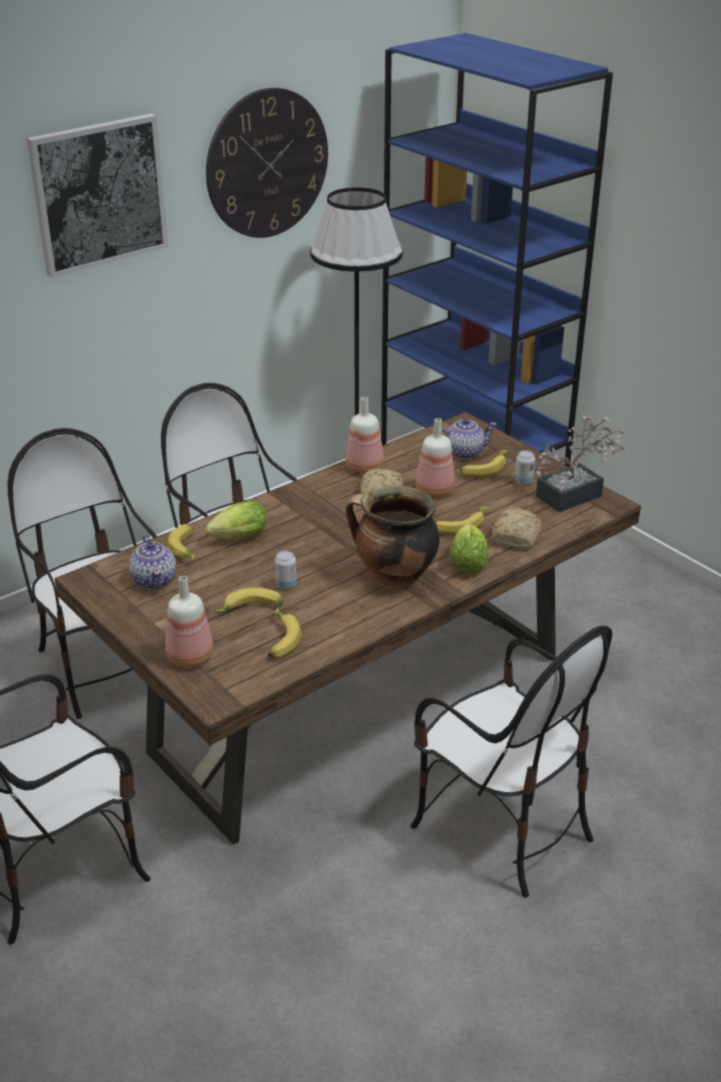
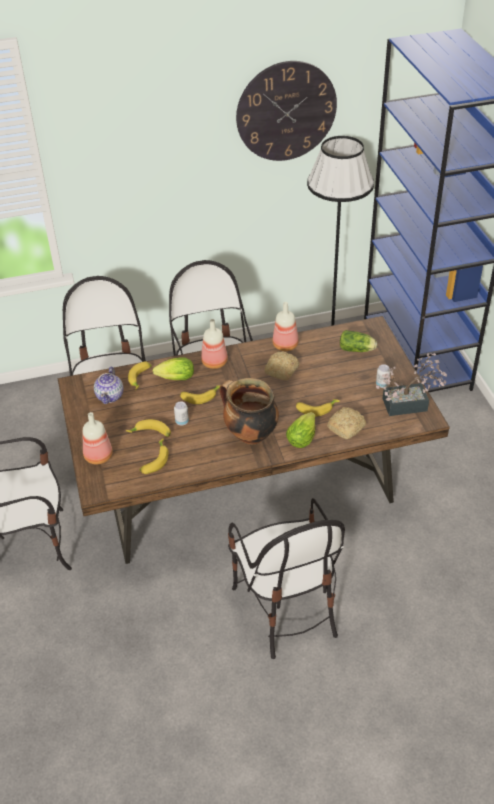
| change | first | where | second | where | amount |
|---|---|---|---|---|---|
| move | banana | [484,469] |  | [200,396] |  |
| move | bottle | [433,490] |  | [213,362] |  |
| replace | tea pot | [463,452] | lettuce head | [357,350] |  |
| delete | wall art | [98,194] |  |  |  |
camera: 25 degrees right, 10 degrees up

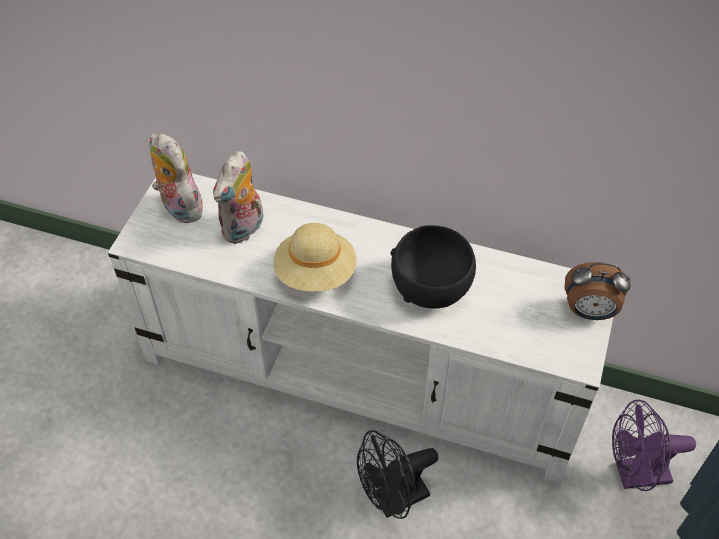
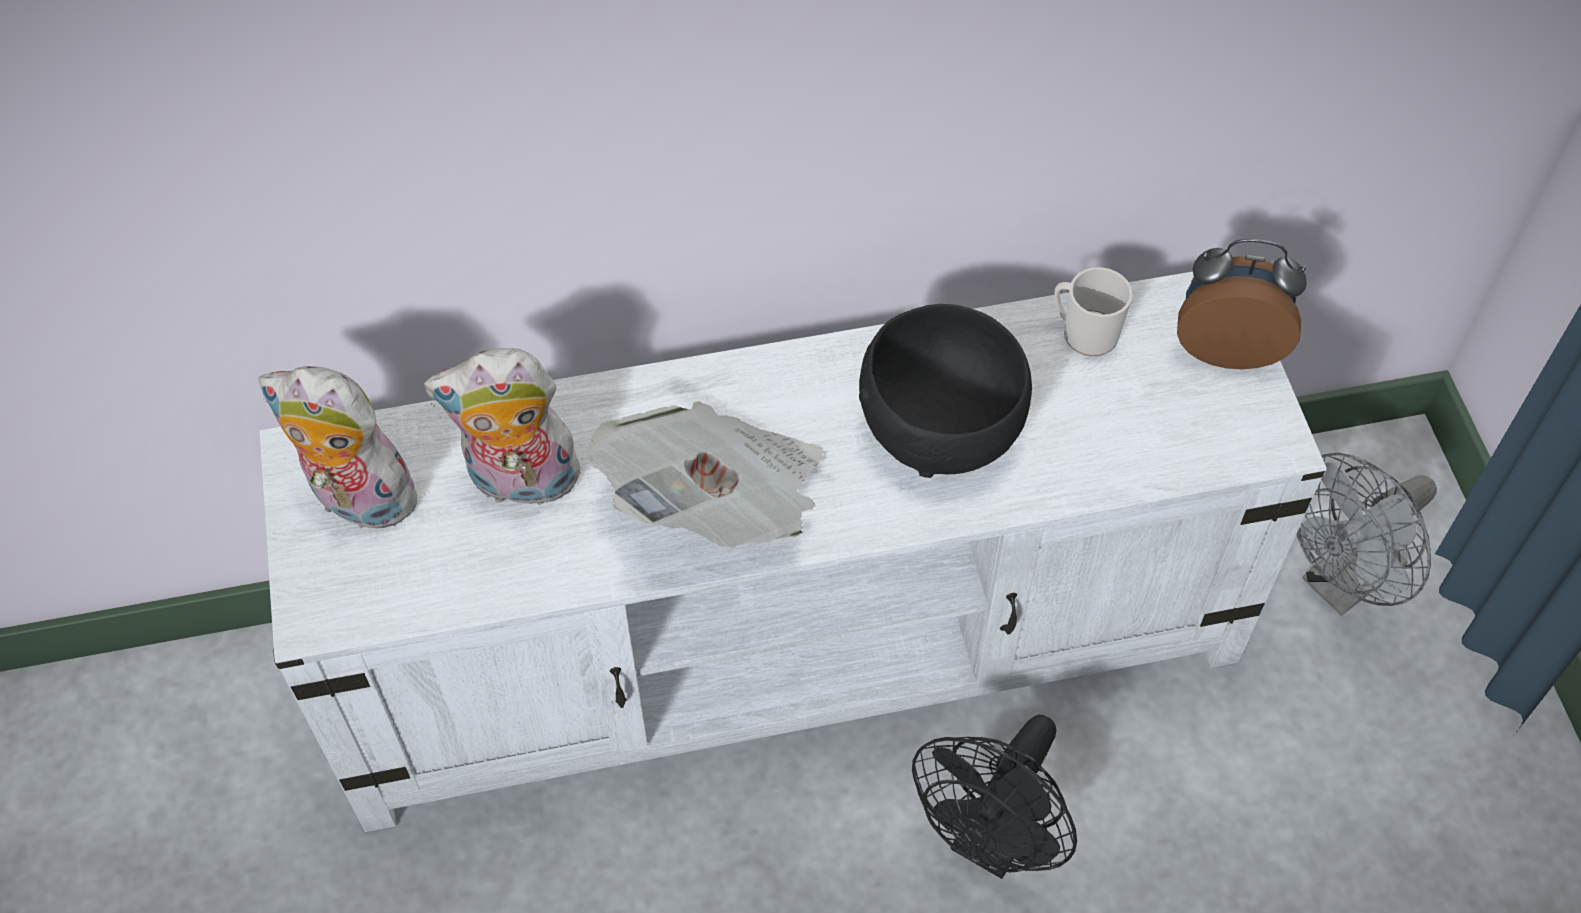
| change | first | where | second | where | amount |
|---|---|---|---|---|---|
| rotate | soft toy | [244,229] |  | [520,482] | 90 degrees clockwise |
| replace | beige wearable hat | [316,273] | daily paper | [718,503] |  |
| insert |  |  | coffee mug | [1084,333] |  |
| rotate | bedside clock | [589,312] |  | [1227,344] | 150 degrees counterclockwise |
| recolor | purplish fan | [634,475] | grey fan | [1342,584] |  |
camera: 30 degrees left, 5 degrees up

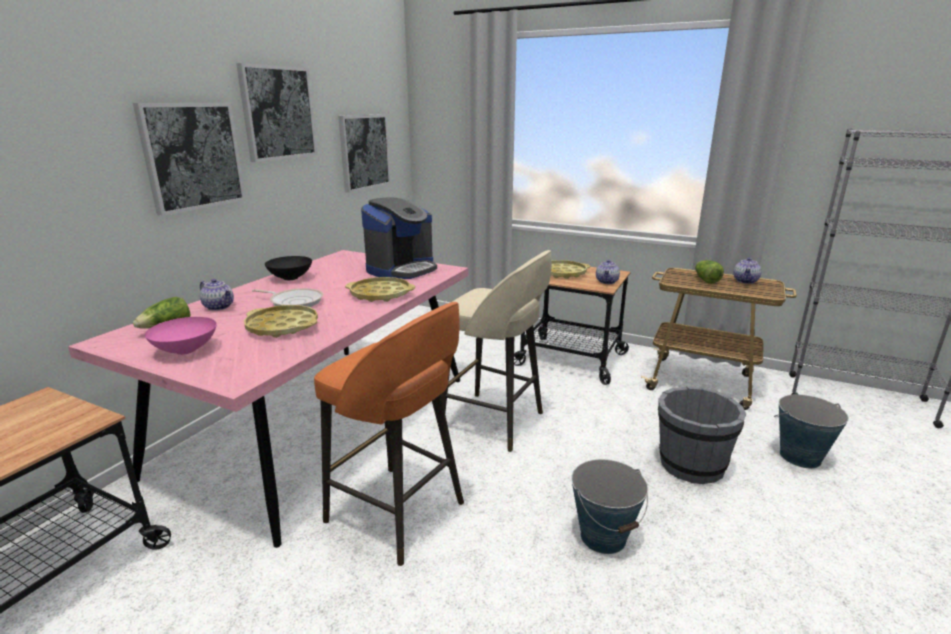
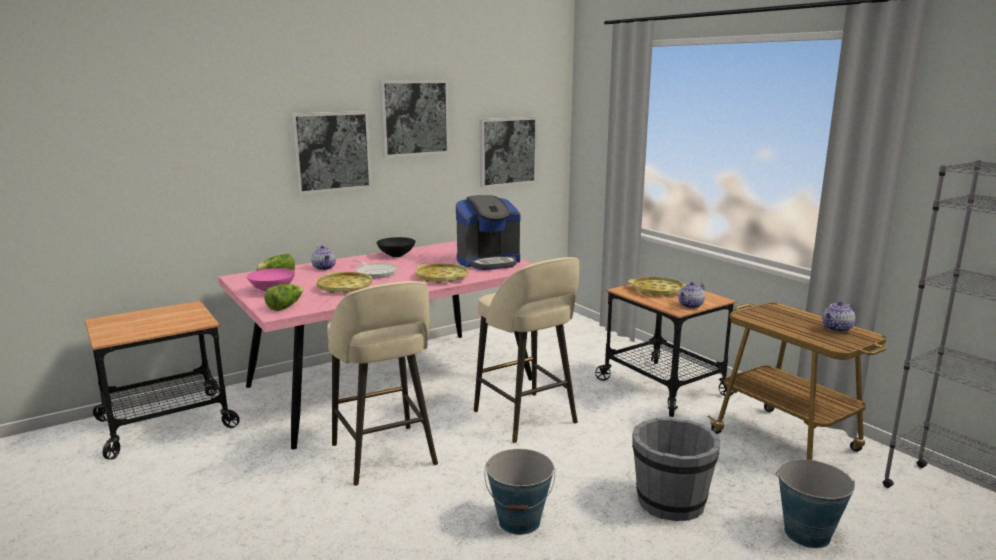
| change | first | where | second | where | amount |
|---|---|---|---|---|---|
| move | lettuce head | [705,280] |  | [285,306] |  |
| recolor | orange stool seat | [398,514] | beige stool seat | [384,456] |  |
camera: 30 degrees right, 5 degrees down

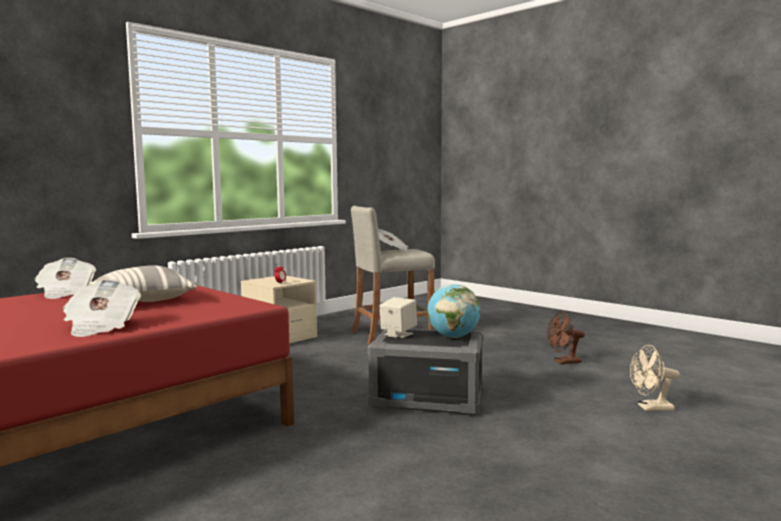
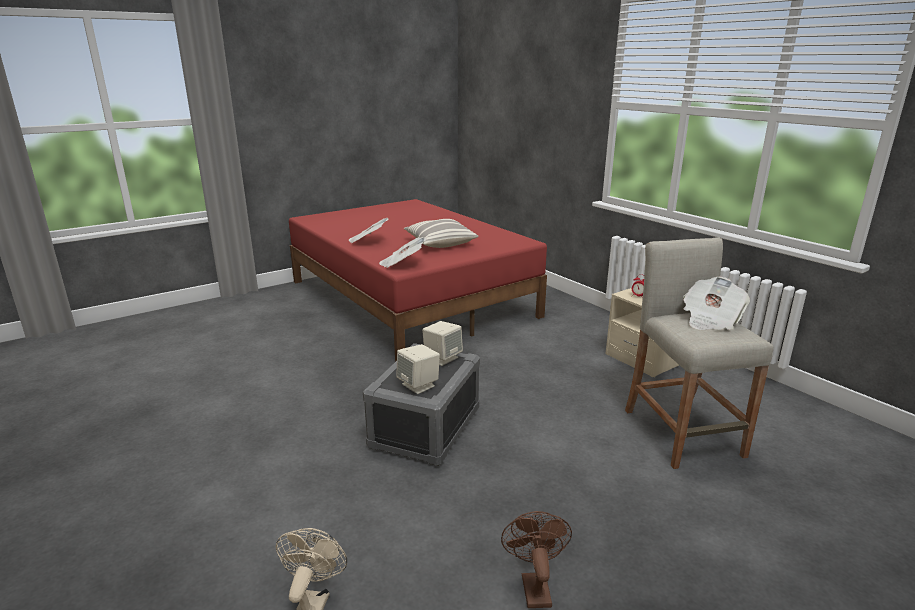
| change | first | where | second | where | amount |
|---|---|---|---|---|---|
| move | daily paper | [65,293] |  | [402,264] |  |
| replace | desk globe | [453,337] | beige audio speaker | [419,385] |  |
camera: 100 degrees right, 15 degrees up

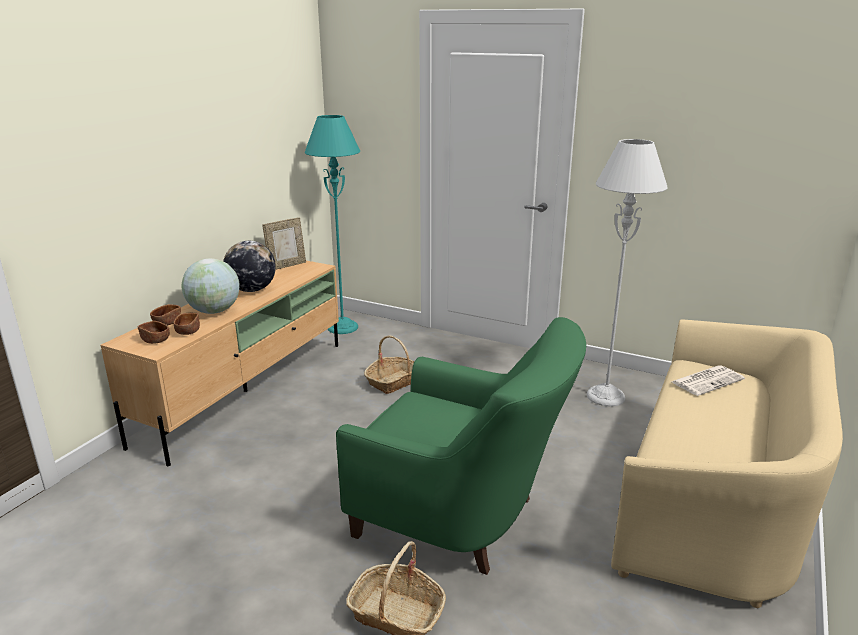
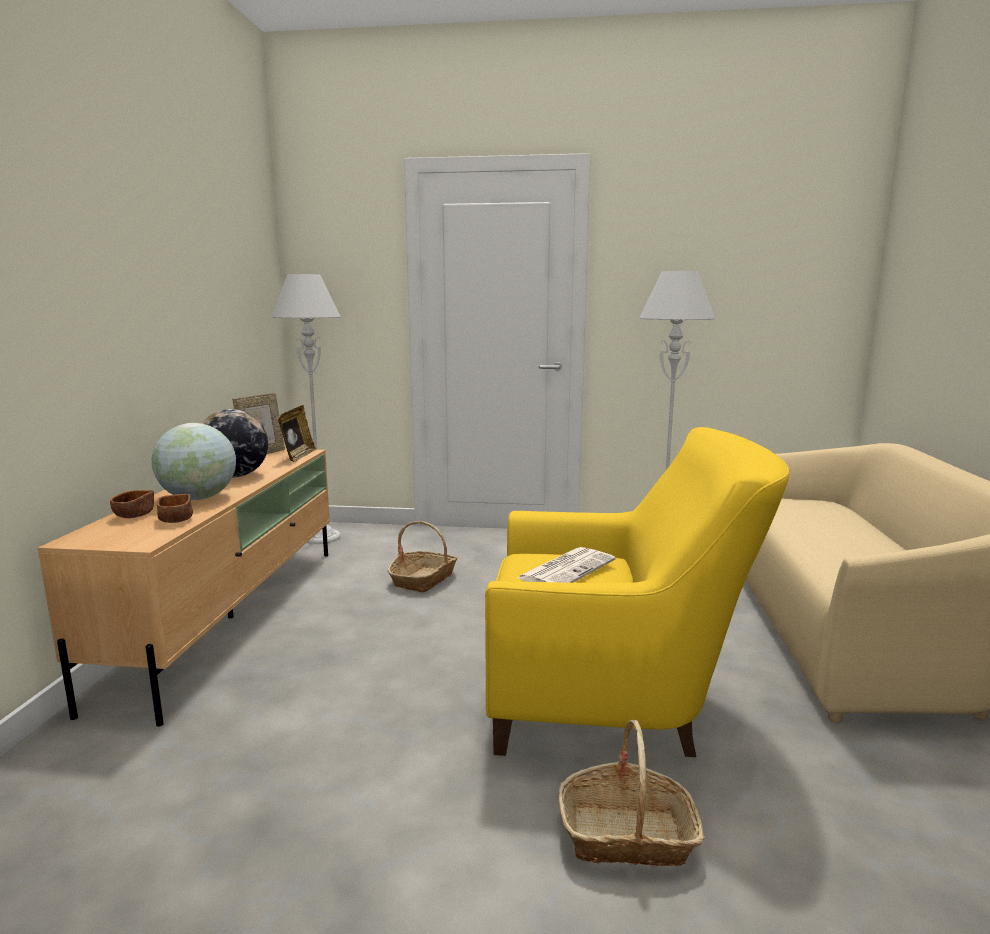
| change | first | where | second | where | amount |
|---|---|---|---|---|---|
| recolor | turquoise-coloured standard lamp | [342,327] | grey standard lamp | [321,537] |  |
| insert |  |  | photo frame | [298,456] |  |
| recolor | green-coloured easy chair | [463,519] | yellow-coloured easy chair | [616,702] |  |
| move | daily paper | [707,380] |  | [567,569] |  |
| delete | brown-coloured bowl | [155,340] |  |  |  |
camera: 20 degrees left, 10 degrees down

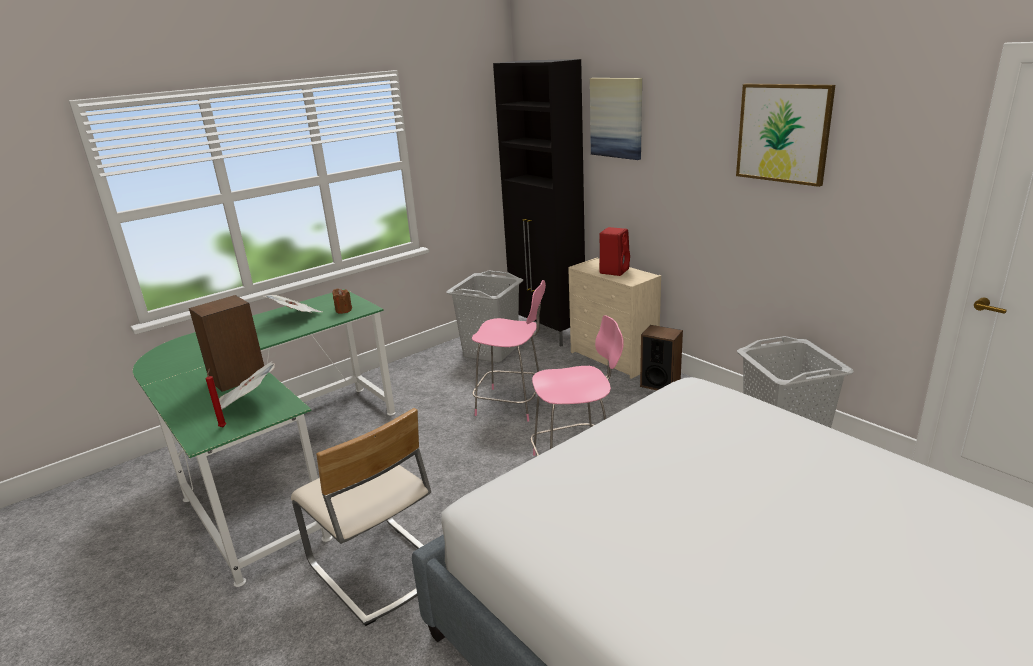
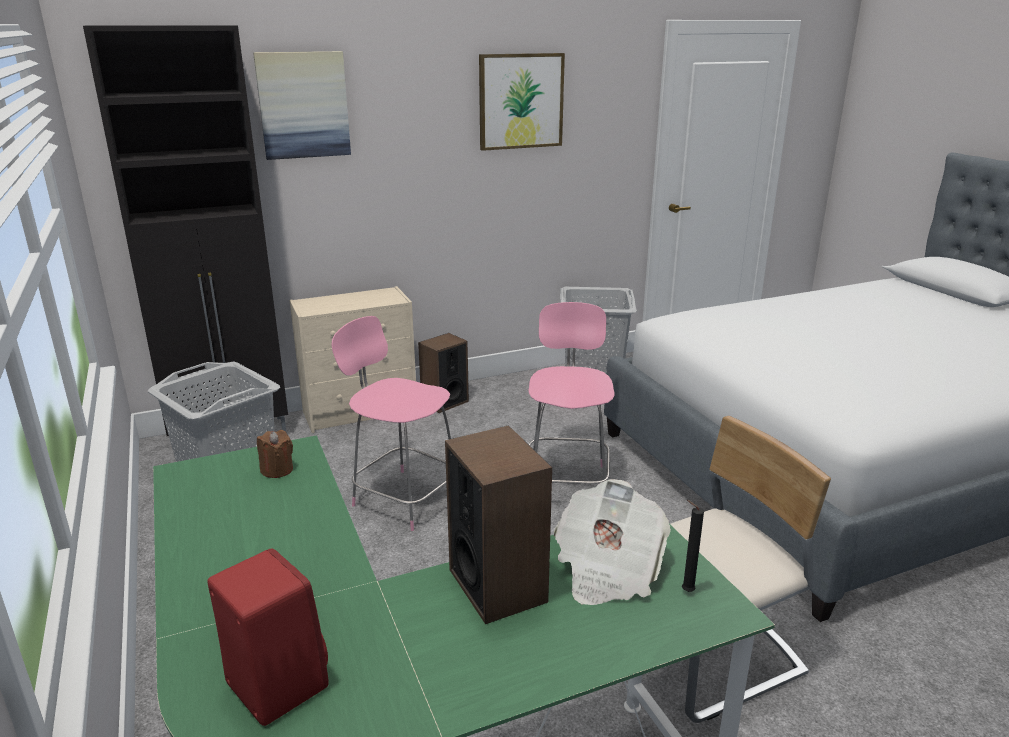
| change | first | where | second | where | amount |
|---|---|---|---|---|---|
| move | red audio speaker | [614,271] |  | [274,683] |  |
| rotate | pink plain chair | [512,404] |  | [403,498] | 90 degrees counterclockwise |
| recolor | red wax light | [223,426] | blackish wax light | [685,591] |  |
| delete | daily paper | [296,316] |  |  |  |
camera: 75 degrees left, 0 degrees up

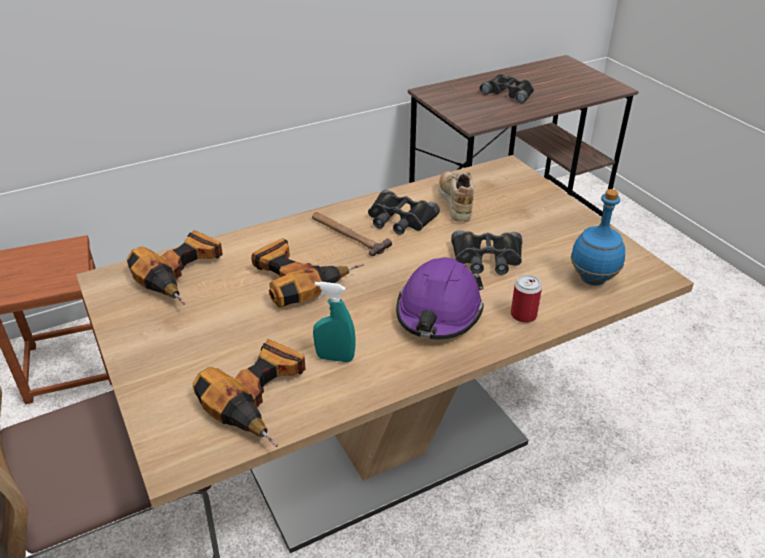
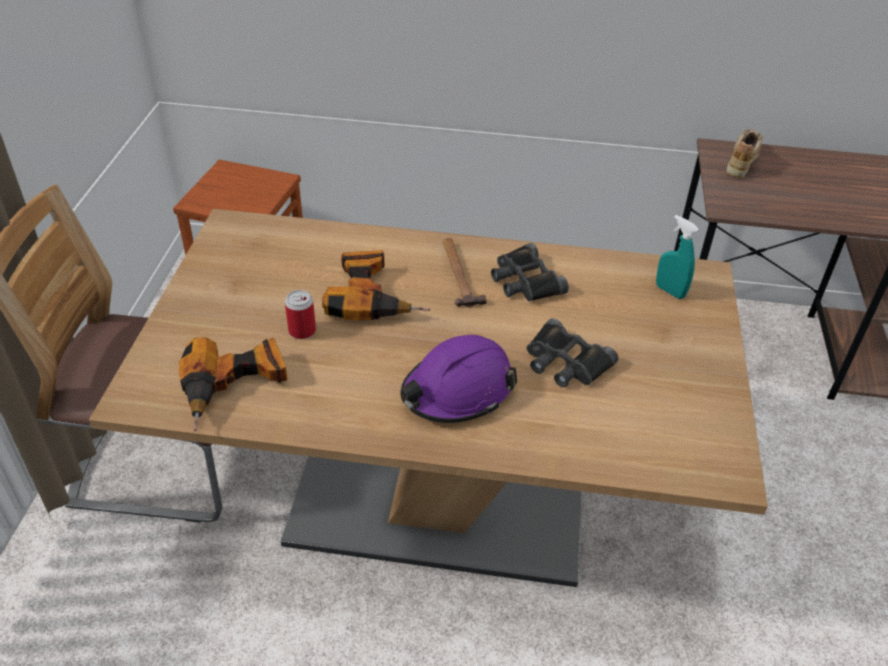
| change | first | where | second | where | amount |
|---|---|---|---|---|---|
| move | metal can | [523,315] |  | [302,331] |  |
| move | turquoise-coloured sprayer | [335,358] |  | [670,291] |  |
| move | beige item of footwear | [455,204] |  | [742,161] |  |
| delete | drill | [184,275] |  |  |  |
| delete | blackish pair of binoculars | [508,93] |  |  |  |
| delete | bluish bottle | [592,280] |  |  |  |
camera: 35 degrees right, 5 degrees up

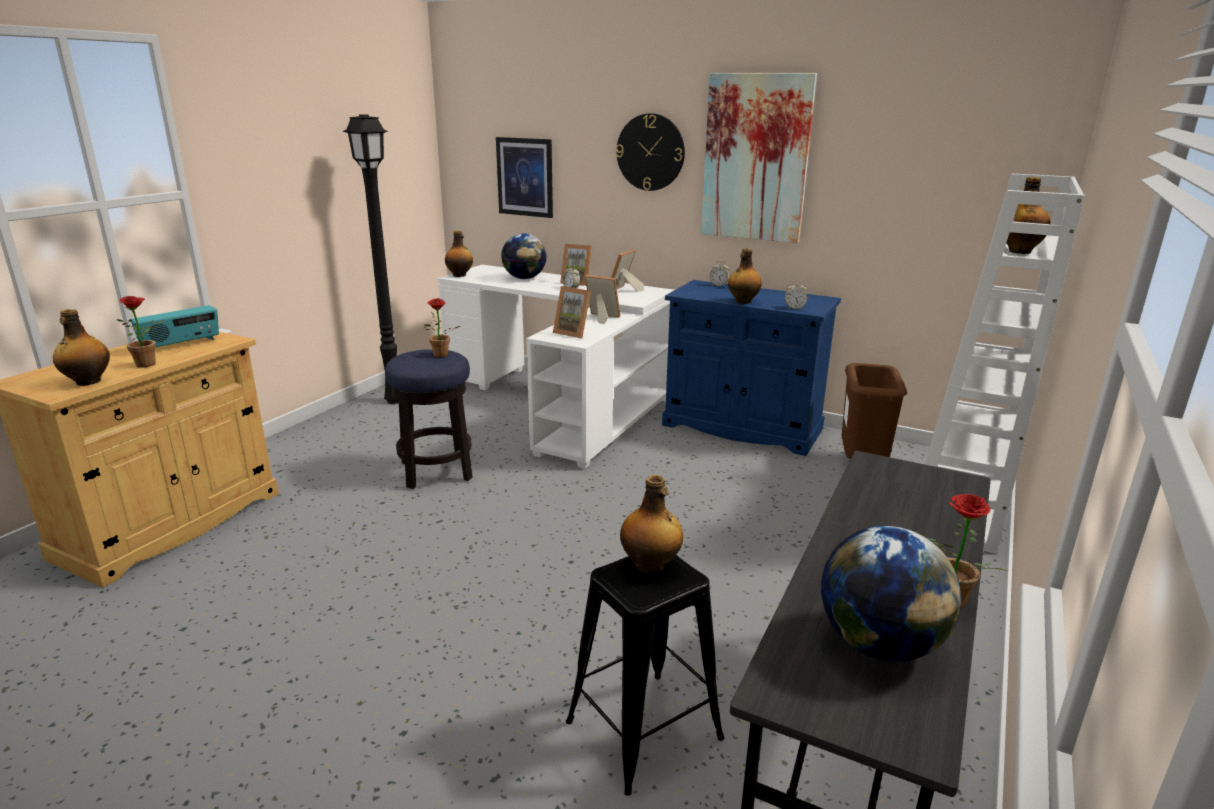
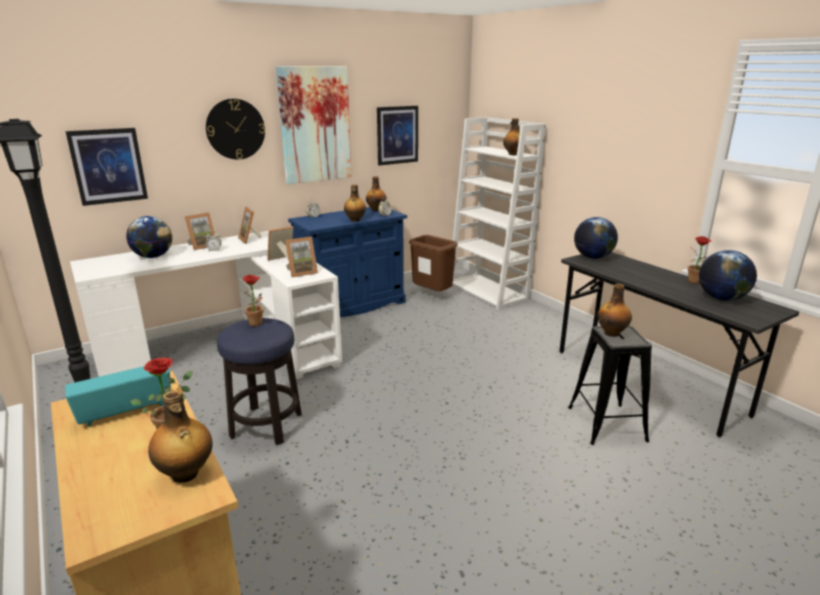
| change | first | where | second | where | amount |
|---|---|---|---|---|---|
| rotate | radio receiver | [181,345] |  | [126,411] | 105 degrees counterclockwise |
| move | bottle | [460,275] |  | [376,210] |  |
| insert |  |  | wall art | [397,135] |  |
| insert |  |  | desk globe | [592,257] |  |
camera: 60 degrees left, 0 degrees up

